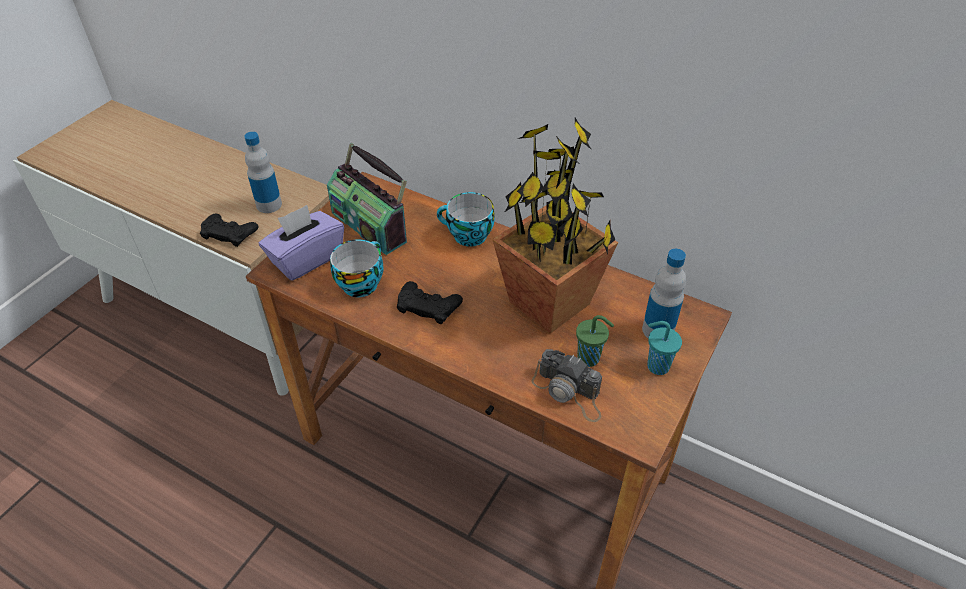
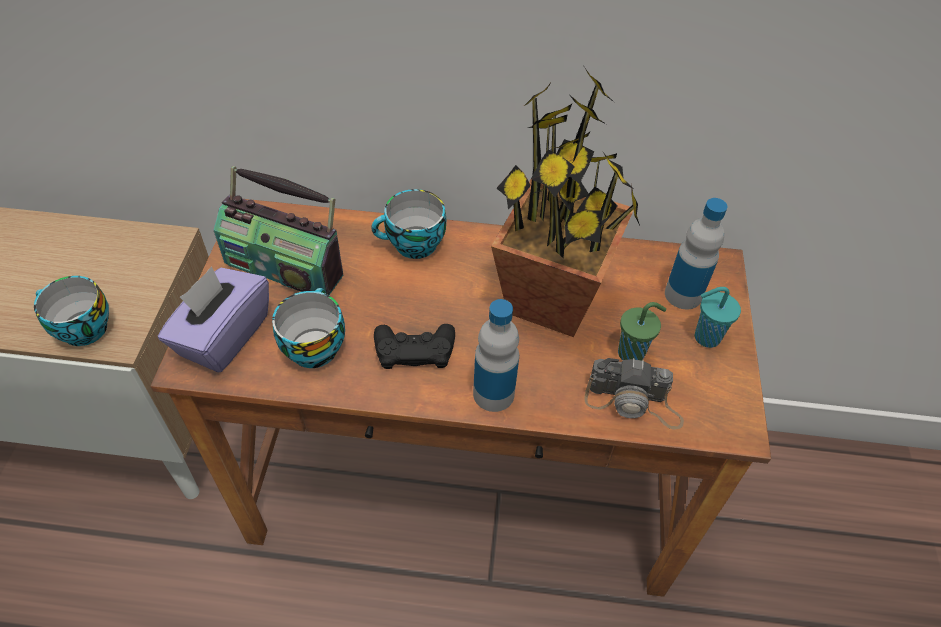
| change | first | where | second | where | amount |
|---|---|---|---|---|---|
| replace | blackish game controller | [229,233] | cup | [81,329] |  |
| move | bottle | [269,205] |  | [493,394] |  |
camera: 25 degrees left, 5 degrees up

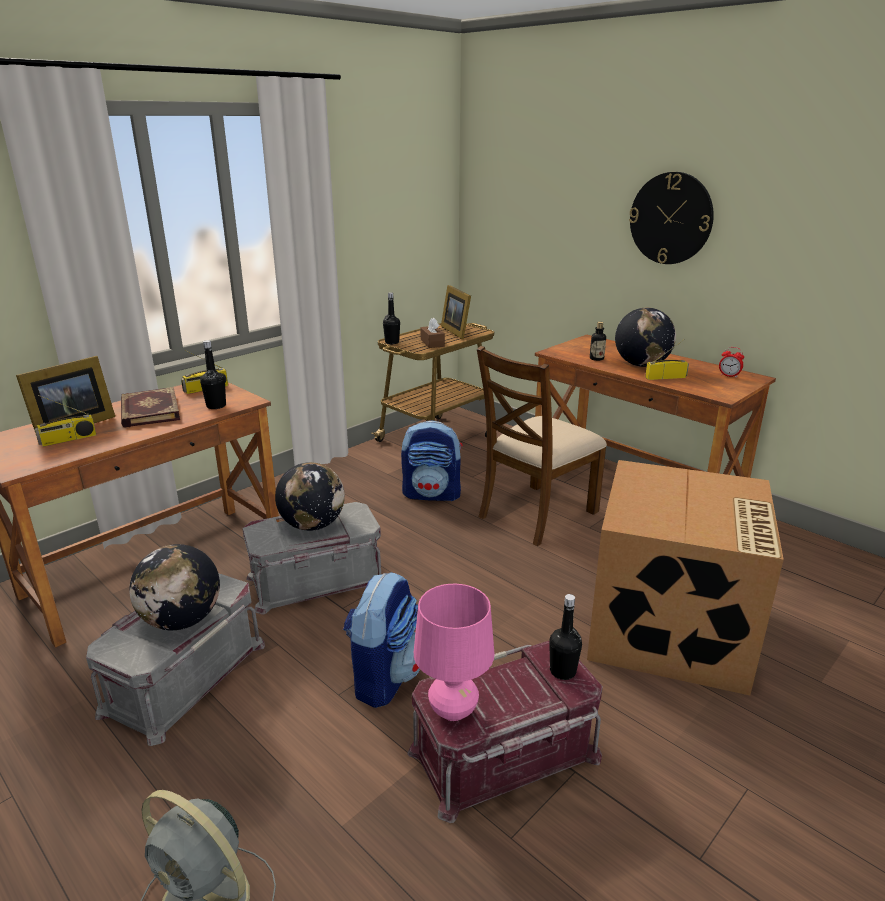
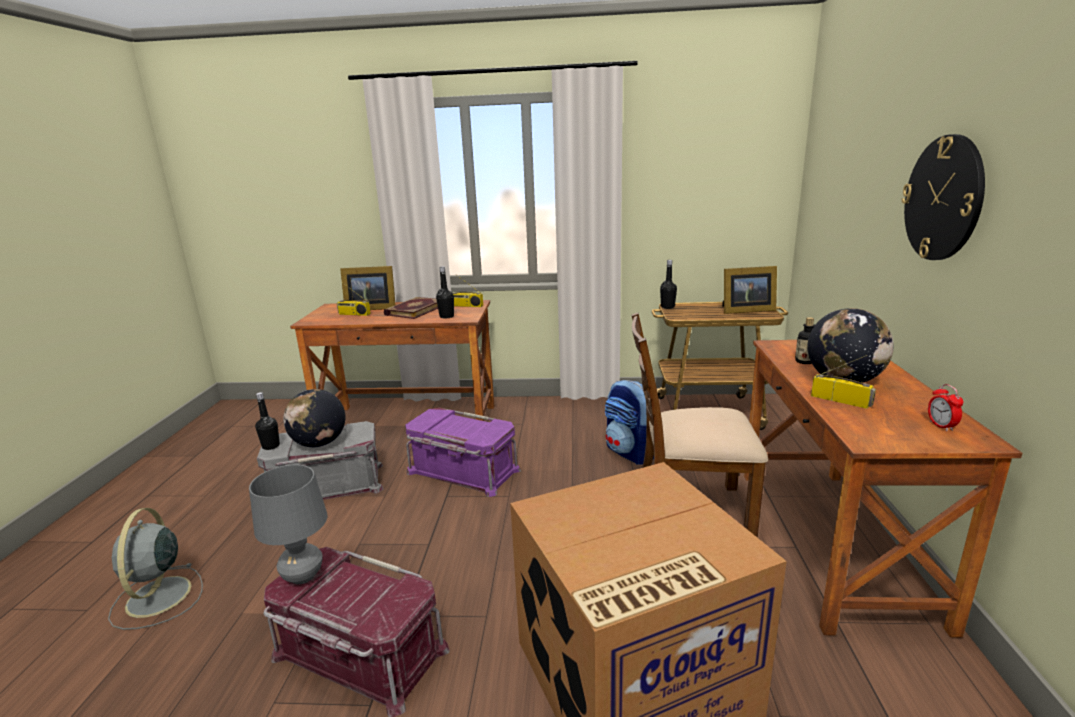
| change | first | where | second | where | amount |
|---|---|---|---|---|---|
| recolor | pink tabletop lamp | [453,710] | grey tabletop lamp | [303,576] |  |
| move | blackish bottle | [563,671] |  | [271,446] |  |
| recolor | grey storage container | [316,581] | purplish storage container | [462,471] |  |
| rotate | photo frame | [457,331] |  | [745,310] | 120 degrees counterclockwise |
| delete | desk globe | [313,525] |  |  |  |
| delete | rucksack | [384,677] |  |  |  |
| delete | brown-coloured box of tissues | [432,343] |  |  |  |
camera: 50 degrees right, 5 degrees down

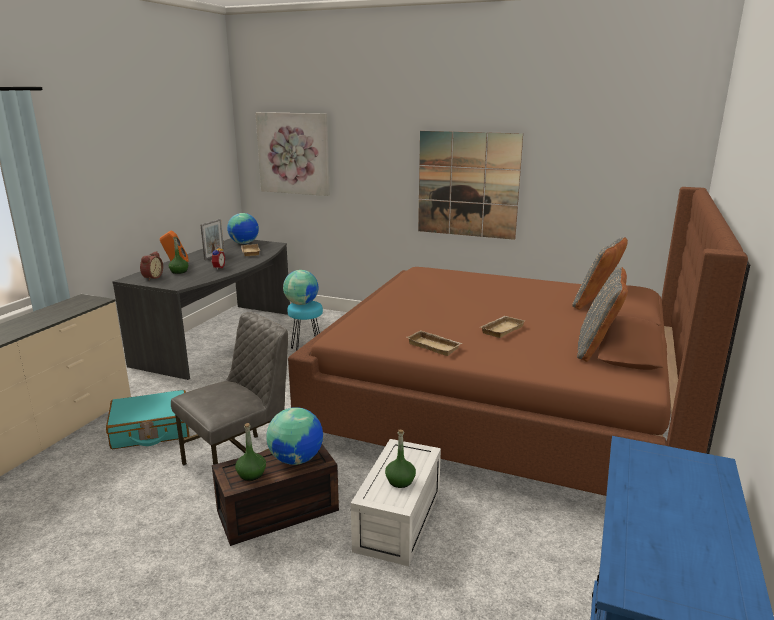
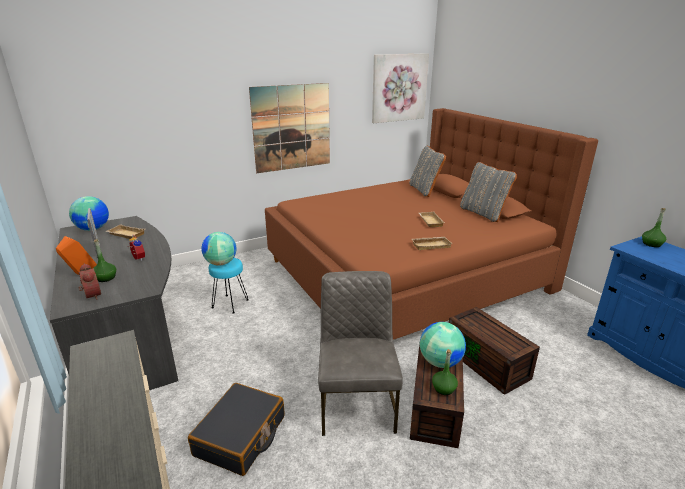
| change | first | where | second | where | amount |
|---|---|---|---|---|---|
| recolor | turquoise-coloured piece of luggage | [151,430] | blackish piece of luggage | [241,436] |  |
| move | wall art | [293,153] |  | [399,88] |  |
| recolor | white storage container | [399,522] | brown-coloured storage container | [488,363] |  |
| move | green-coloured bottle | [400,481] |  | [651,244] |  |
camera: 50 degrees left, 5 degrees up

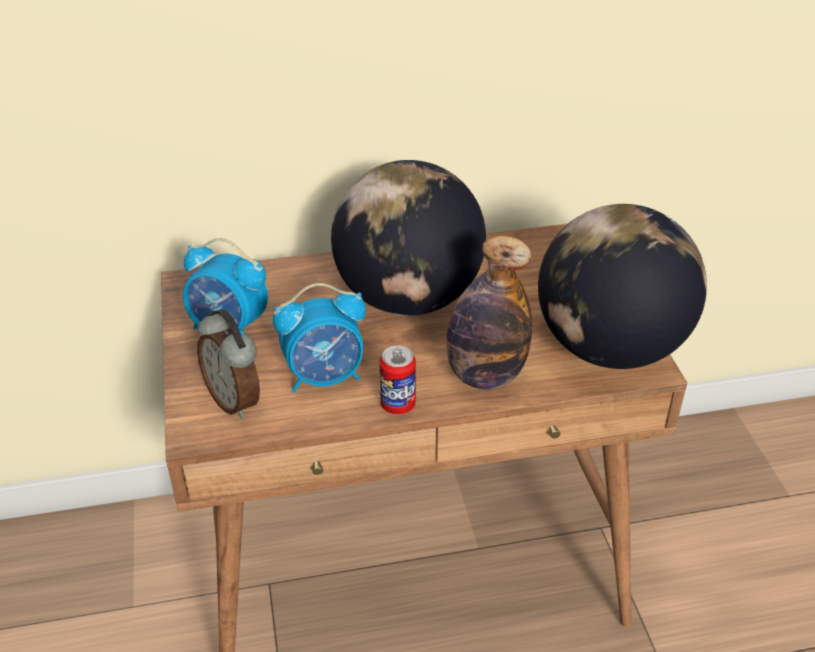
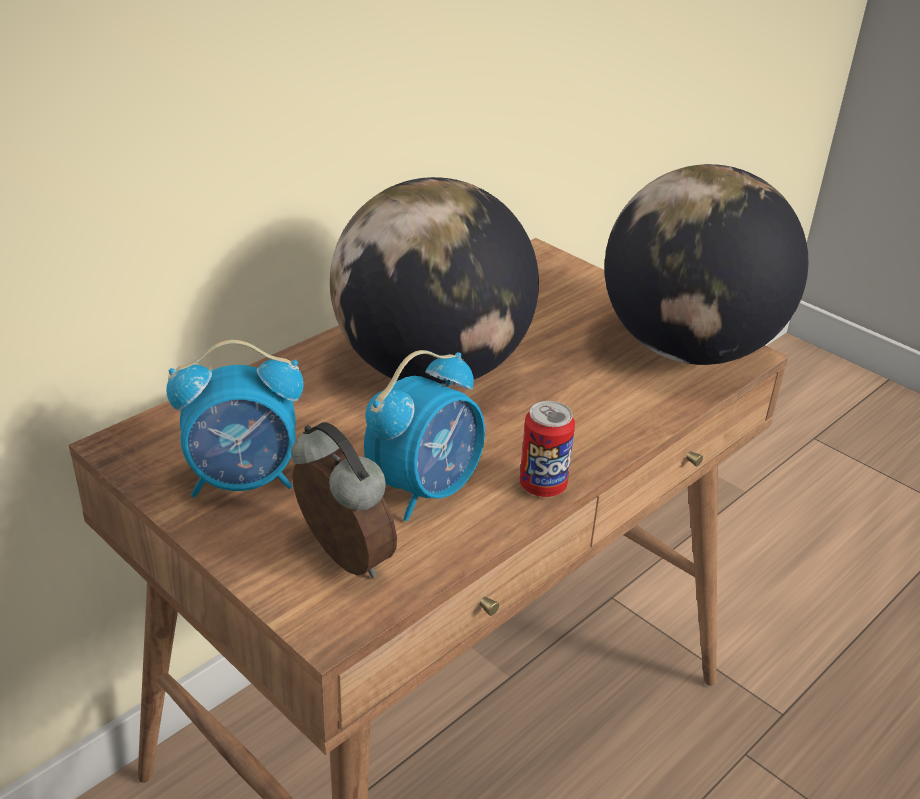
| change | first | where | second | where | amount |
|---|---|---|---|---|---|
| rotate | bedside clock | [235,400] |  | [341,560] | 150 degrees counterclockwise |
| delete | bottle | [484,375] |  |  |  |
camera: 35 degrees left, 5 degrees down

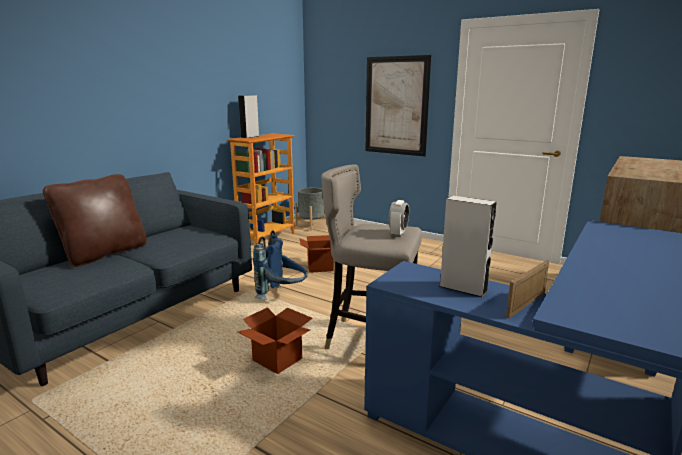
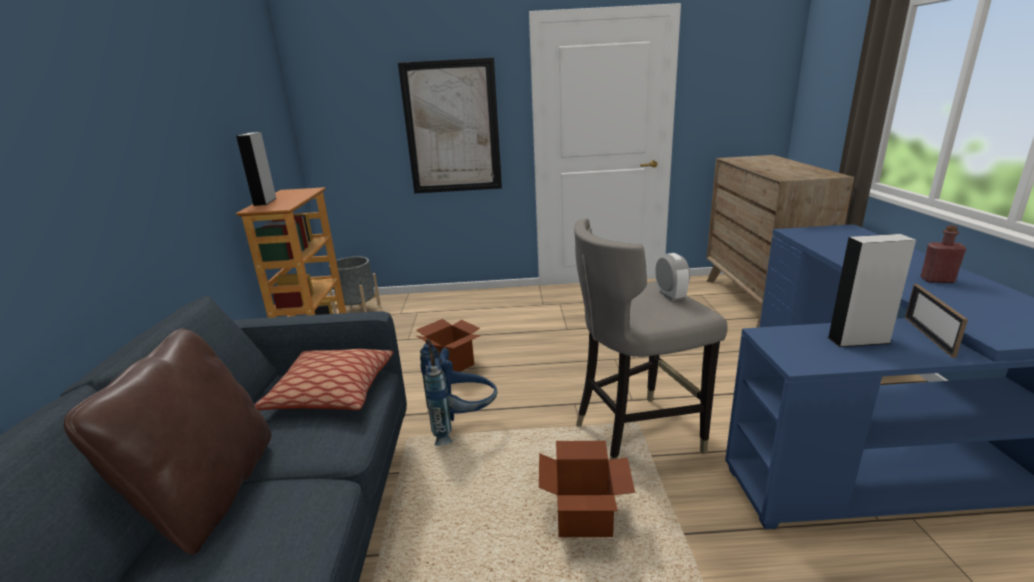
| change | first | where | second | where | amount |
|---|---|---|---|---|---|
| insert |  |  | cushion | [331,392] |  |
| insert |  |  | red bottle | [937,280] |  |
camera: 35 degrees left, 5 degrees up

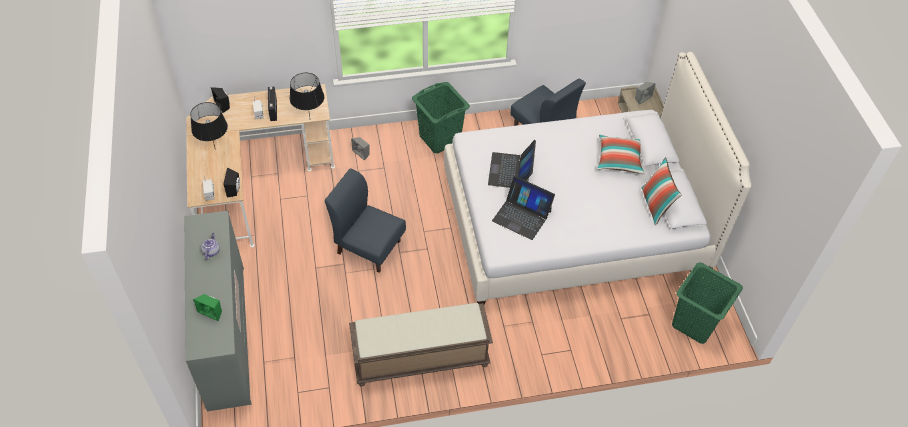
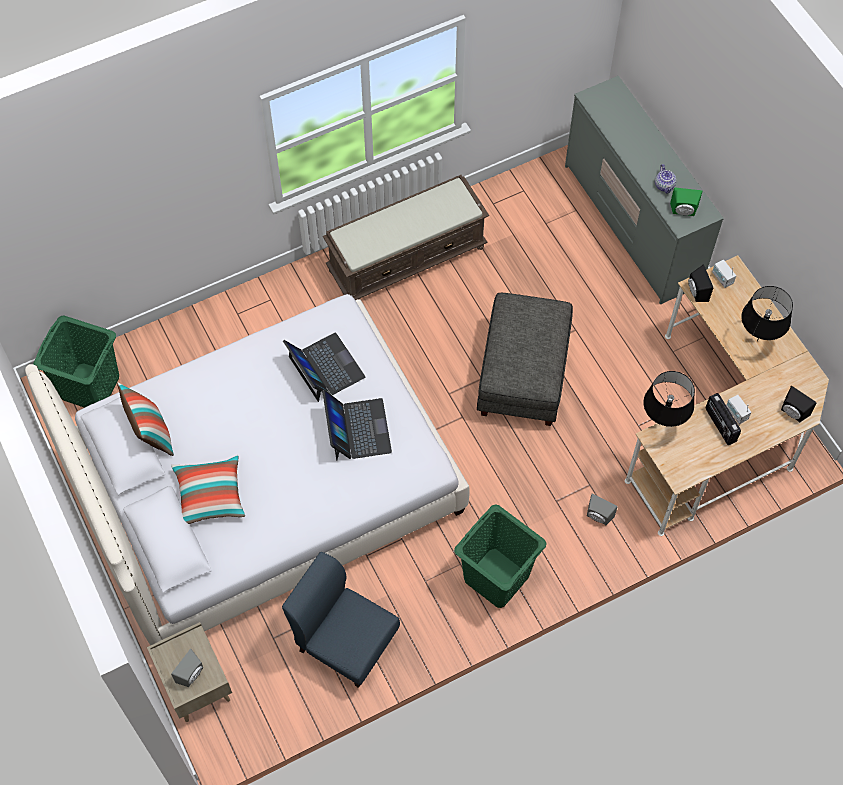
| change | first | where | second | where | amount |
|---|---|---|---|---|---|
| rotate | portable computer | [522,216] |  | [325,368] | 45 degrees clockwise |
| replace | bluish plain chair | [368,246] | grey pouffe | [524,375] |  |
| move | green-coloured audio speaker | [212,311] |  | [683,211] |  |
camera: 165 degrees right, 10 degrees up

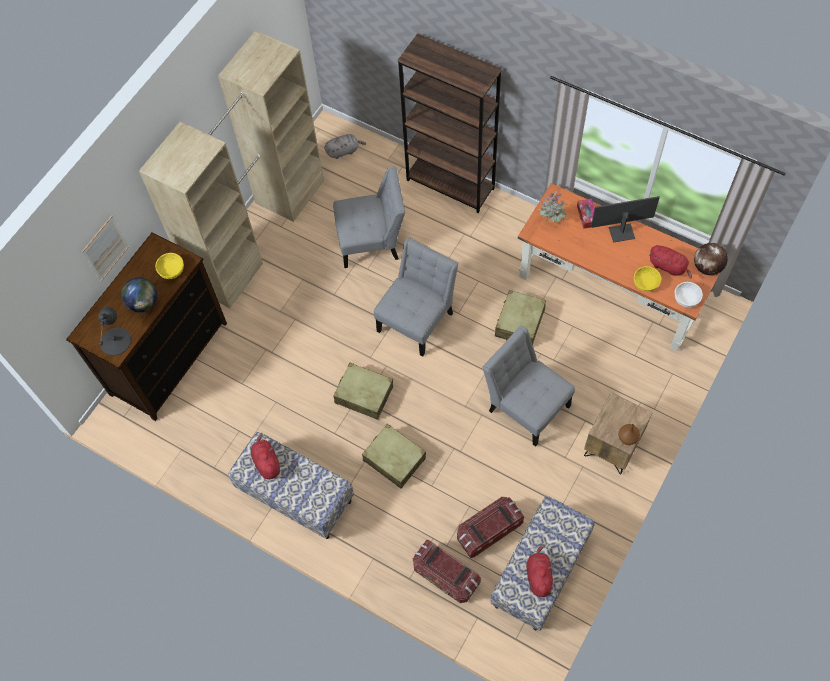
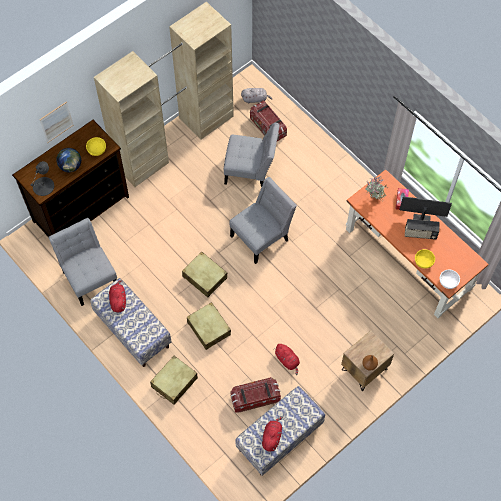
| change | first | where | second | where | amount |
|---|---|---|---|---|---|
| move | grey plain chair | [526,405] |  | [89,276] |  |
| move | beige piece of luggage | [519,323] |  | [174,382] |  |
| move | storage container | [445,576] |  | [267,127] |  |
| move | red soft toy | [668,266] |  | [287,360] |  |
| insert |  |  | radio receiver | [420,234] |  |
| delete | brown-coloured bookshelf | [450,184] |  |  |  |
| delete | desk globe | [707,267] |  |  |  |
camera: 15 degrees right, 0 degrees up

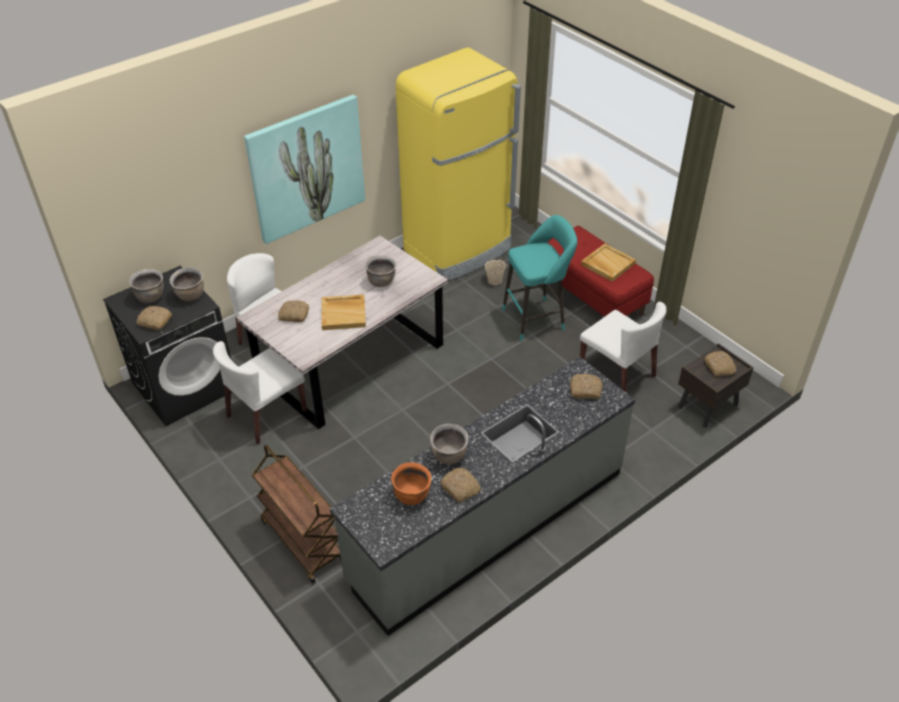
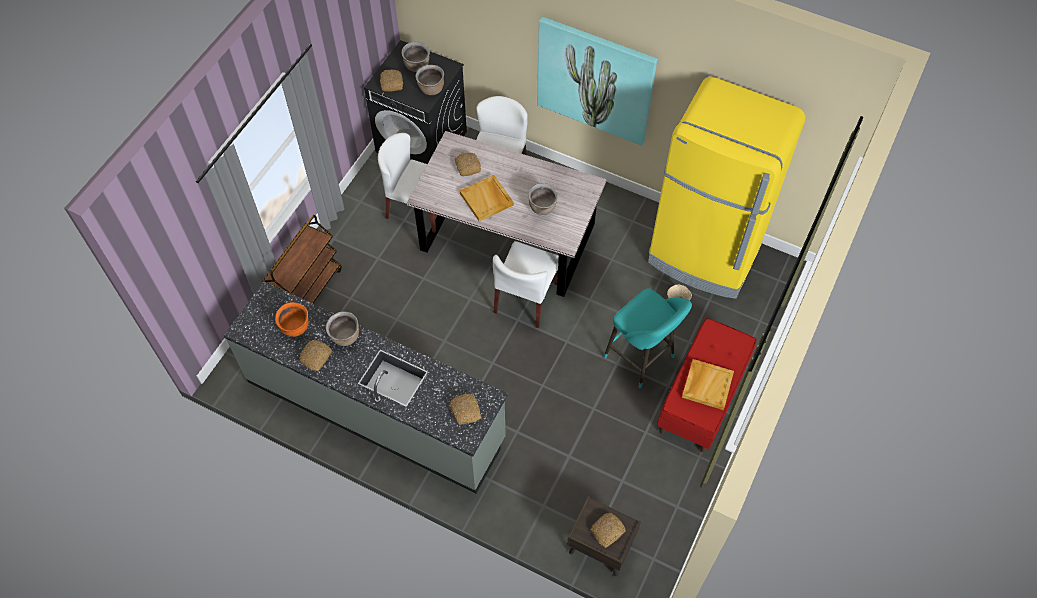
| change | first | where | second | where | amount |
|---|---|---|---|---|---|
| move | white plain chair | [617,374] |  | [526,298] |  |
camera: 65 degrees right, 15 degrees up

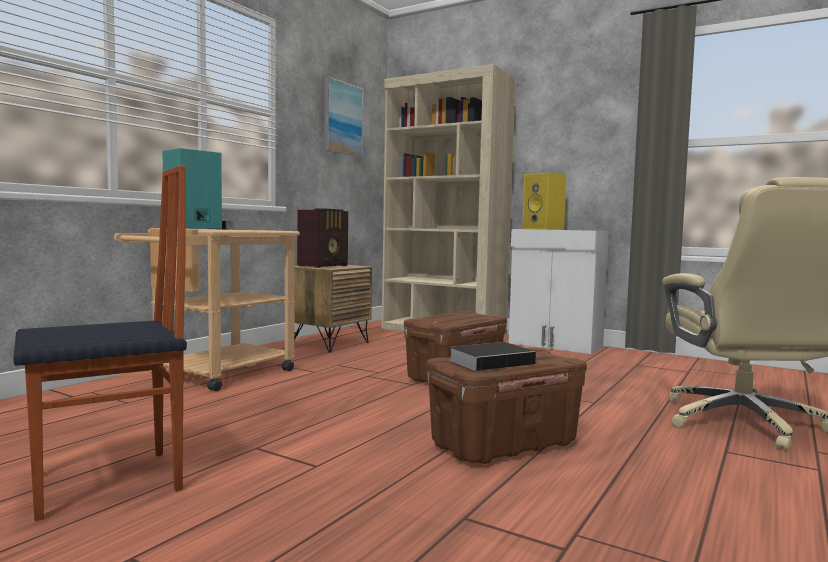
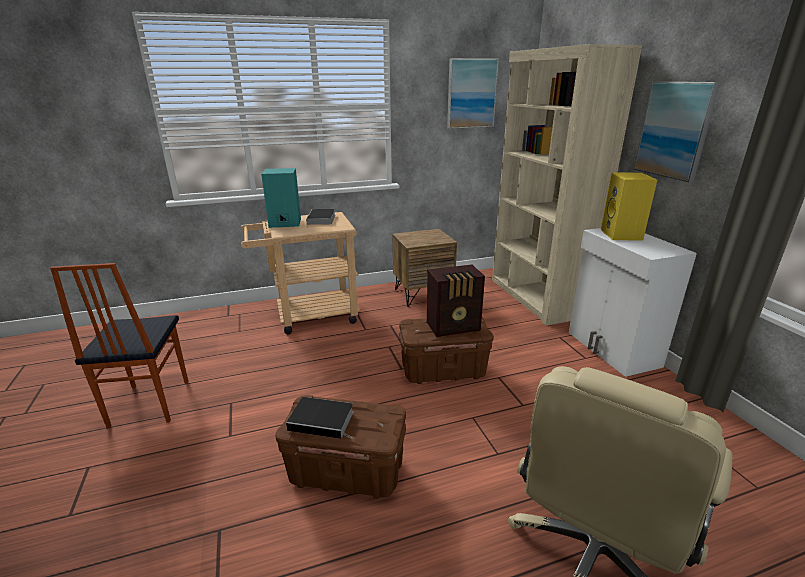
| change | first | where | second | where | amount |
|---|---|---|---|---|---|
| rotate | plain chair | [108,483] |  | [148,404] | 75 degrees clockwise |
| move | radio receiver | [324,266] |  | [454,327] |  |
| insert |  |  | wall art | [674,130] |  |
camera: 40 degrees right, 20 degrees up

